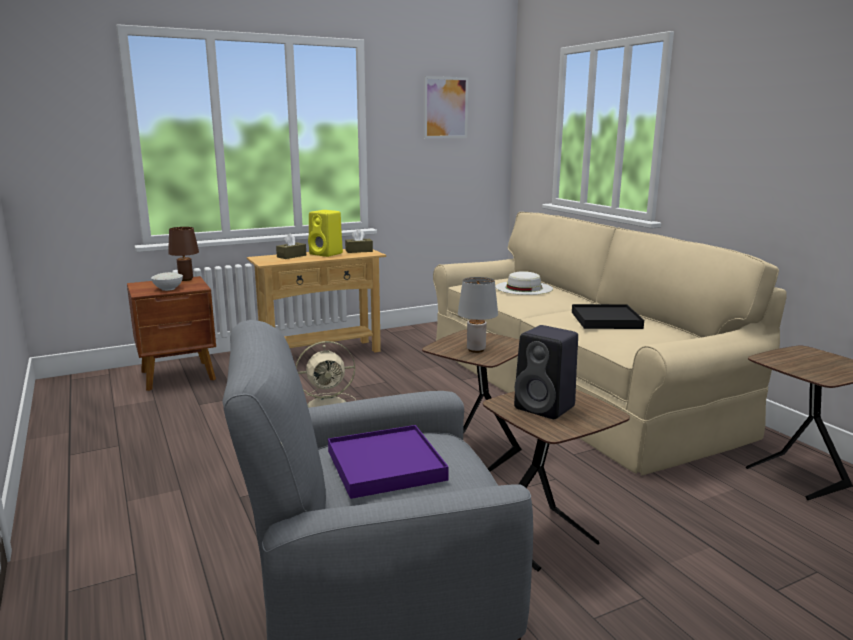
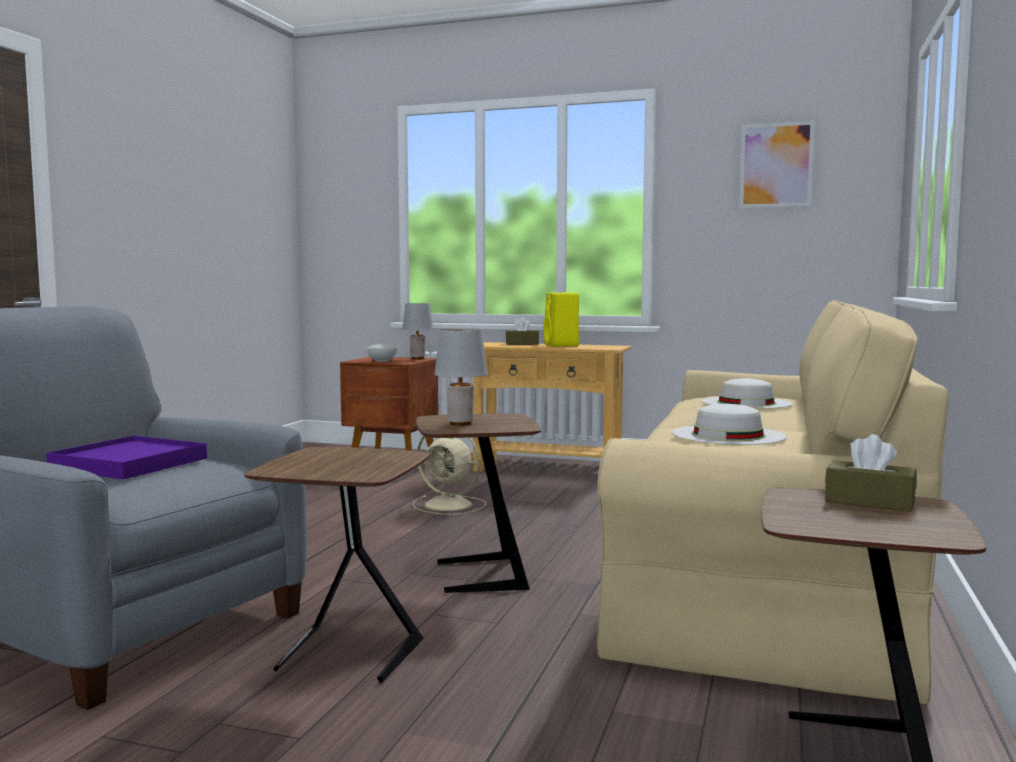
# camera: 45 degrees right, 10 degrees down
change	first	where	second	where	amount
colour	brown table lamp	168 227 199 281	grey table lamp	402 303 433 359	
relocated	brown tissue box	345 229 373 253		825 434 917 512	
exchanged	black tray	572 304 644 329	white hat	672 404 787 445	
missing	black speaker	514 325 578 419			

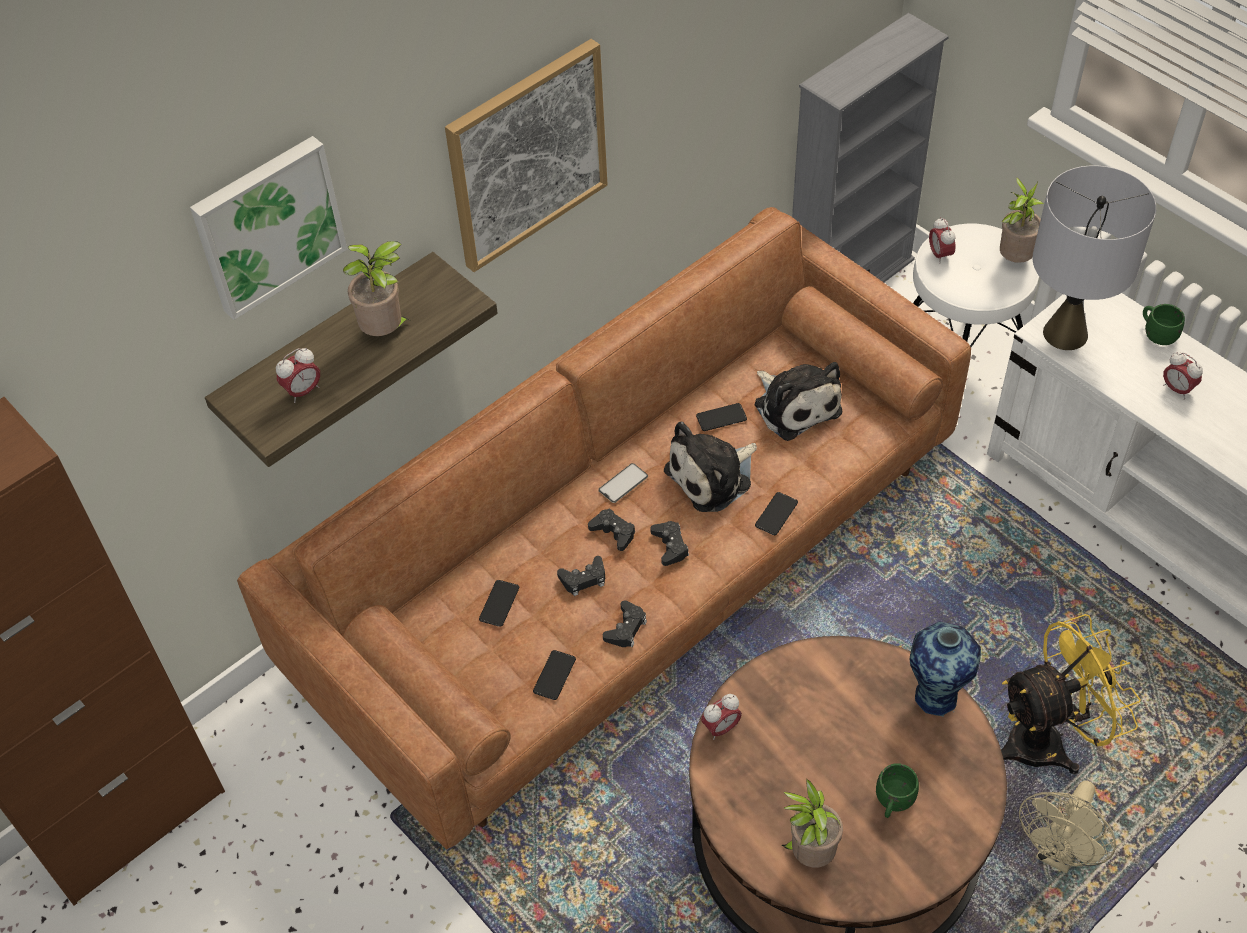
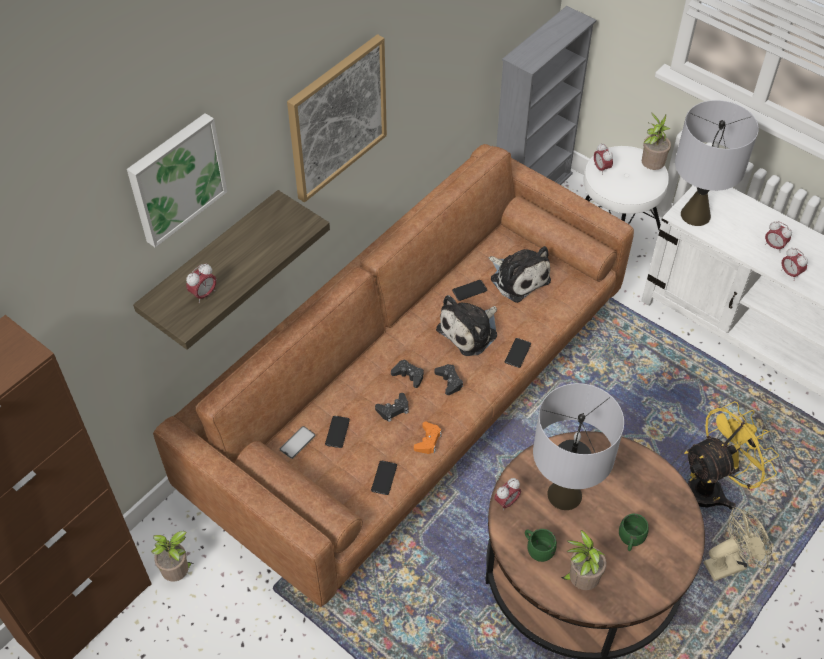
# camera: 10 degrees left, 0 degrees up
change	first	where	second	where	amount
relocated	potted plant	343 241 412 336		151 531 194 582	
relocated	green mug	1143 304 1185 345		525 529 557 562	
relocated	phone	598 463 648 503		280 426 315 459	
colour	black game controller	603 600 647 647	orange game controller	414 422 442 454	
missing	vase	910 622 981 716			
spun	beige fan	1019 780 1116 874		704 507 772 581	135 degrees counterclockwise
appeared			alarm clock	781 248 808 281	
appeared			grey table lamp	533 383 624 510	

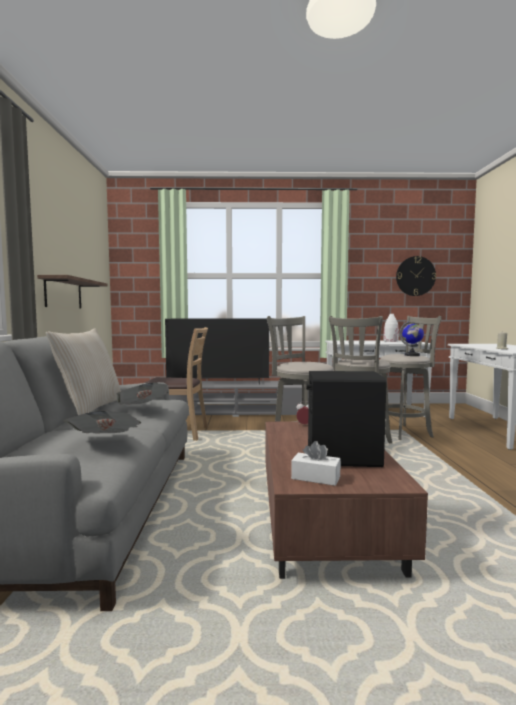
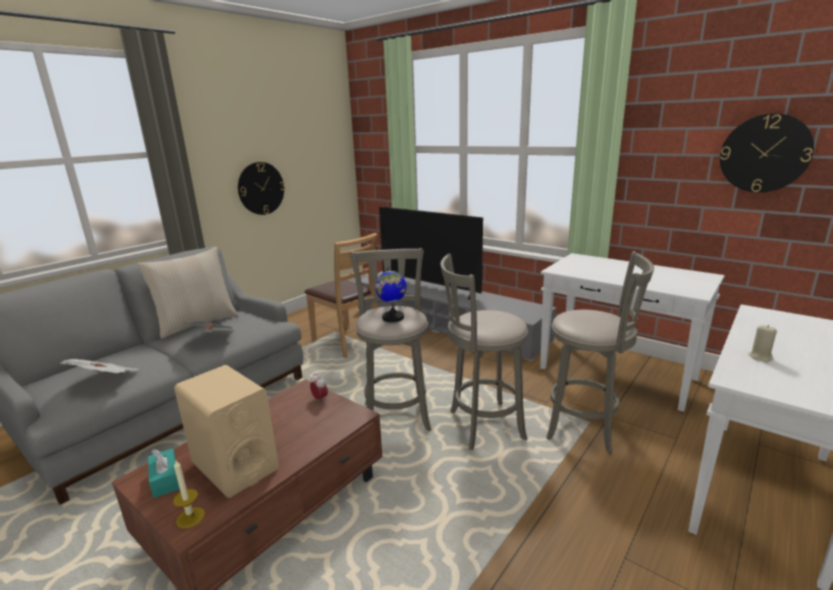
# camera: 40 degrees right, 15 degrees up
change	first	where	second	where	amount
exchanged	shelf	37 275 108 308	wall clock	238 162 285 215	
missing	white vase	383 314 399 342			
relocated	globe	399 321 424 356		375 266 407 322	
colour	black speaker	306 371 387 467	beige speaker	174 365 279 498	
colour	white tissue box	291 441 341 486	turquoise tissue box	148 448 180 498	
appeared			candle	173 459 205 529	

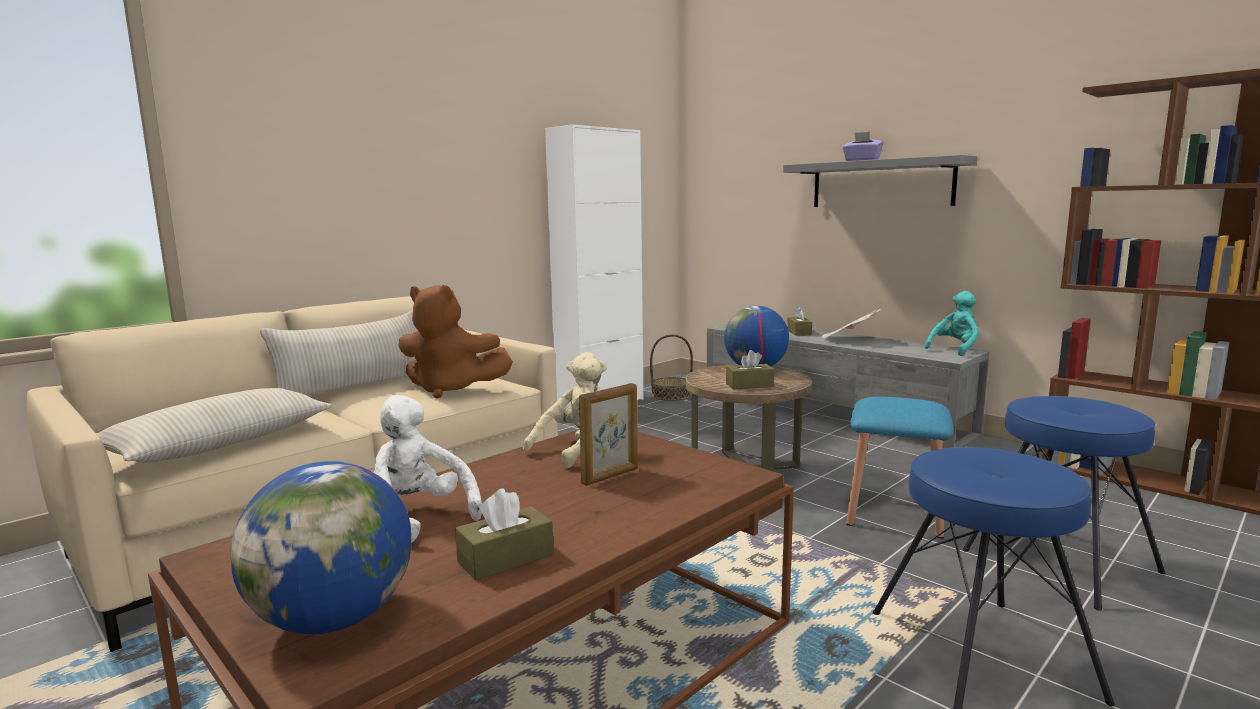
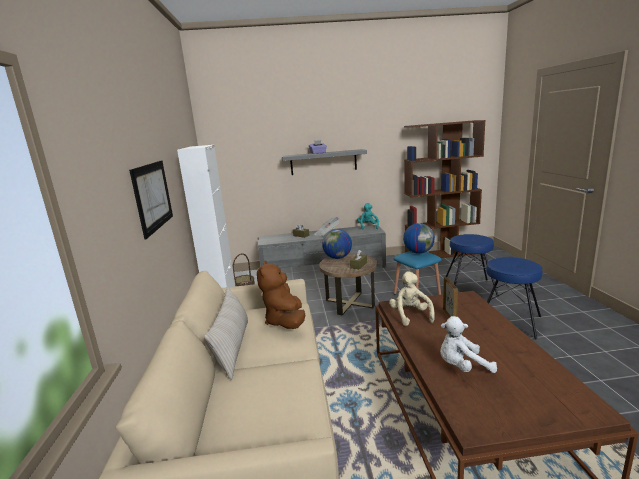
# camera: 50 degrees left, 5 degrees up
change	first	where	second	where	amount
spun	brown plush toy	399 285 513 399		257 260 305 329	120 degrees clockwise
missing	beige pillow	96 388 332 463			
relocated	globe	230 461 411 634		403 223 435 254	
missing	brown tissue box	455 488 554 580			
appeared			picture	129 160 173 240	

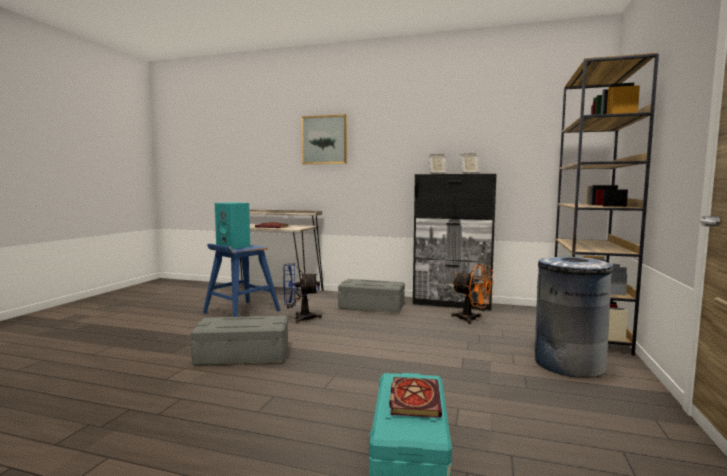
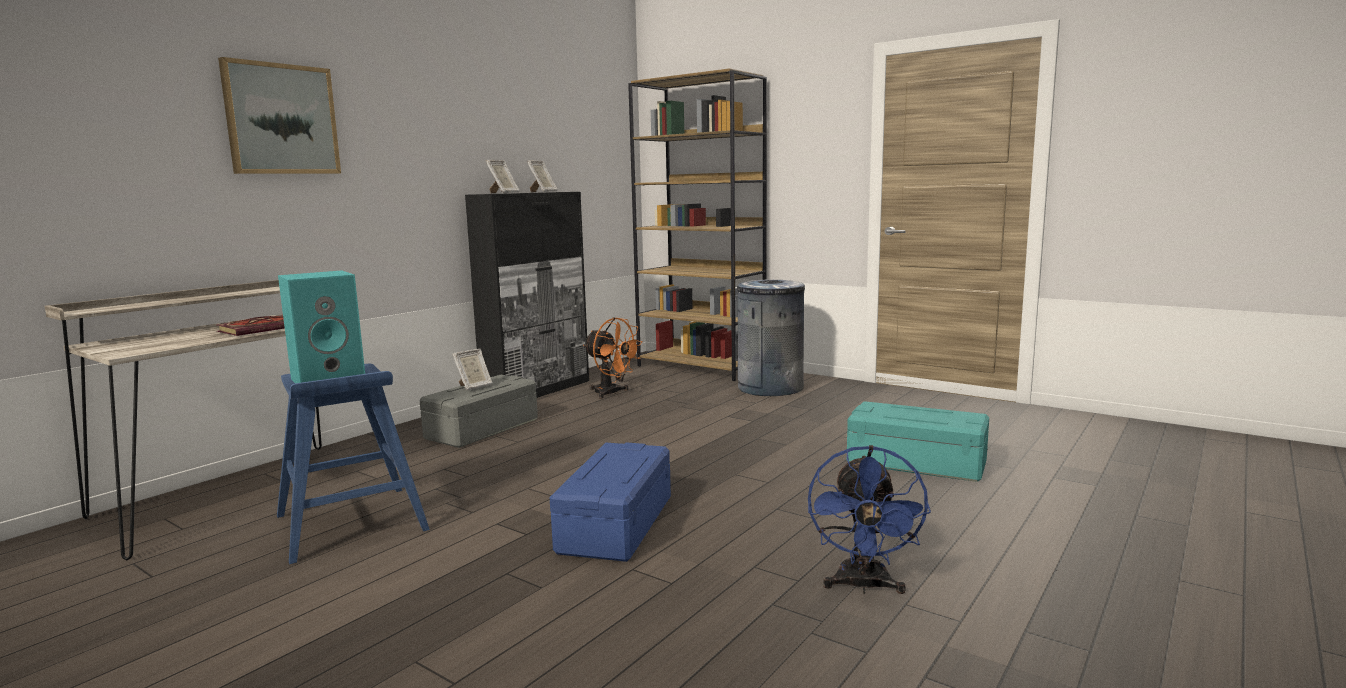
# camera: 70 degrees left, 5 degrees up
change	first	where	second	where	amount
relocated	blue fan	283 263 322 324		808 445 931 594	
spun	orange fan	451 264 494 324		583 318 643 399	75 degrees clockwise
colour	grey storage box	191 316 288 365	blue storage box	550 442 671 562	
missing	book	389 377 442 418			
appeared			picture frame	452 349 493 390	

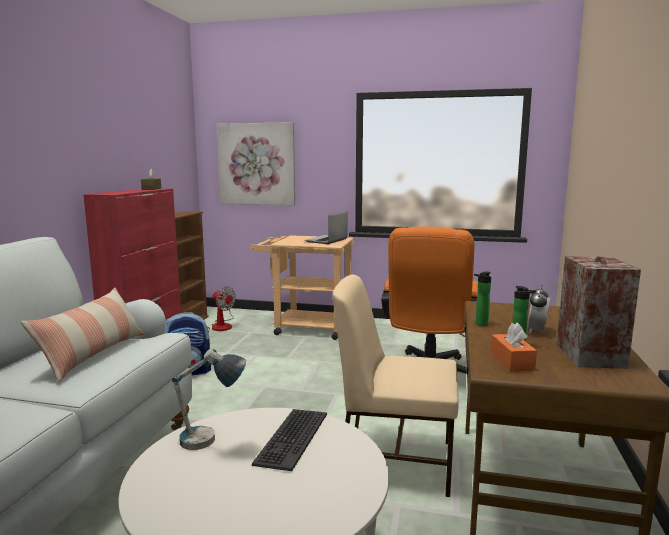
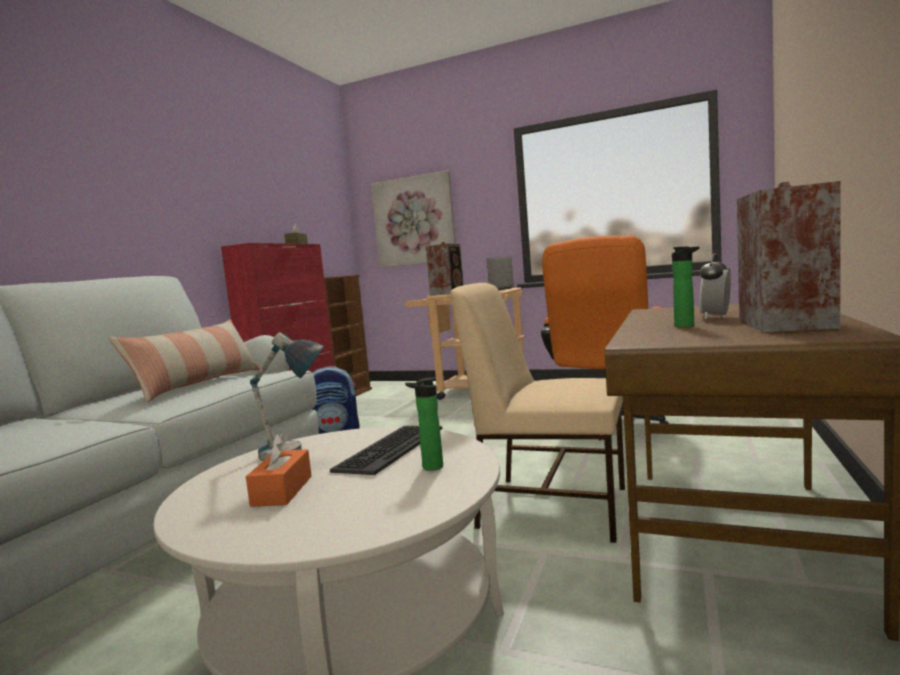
# camera: 10 degrees right, 5 degrees down
change	first	where	second	where	amount
relocated	bottle	474 272 491 326		405 378 443 471	
missing	fan	212 286 236 331			
relocated	orange tissue box	491 323 537 372		246 433 312 507	
appeared			speaker	426 242 464 296	

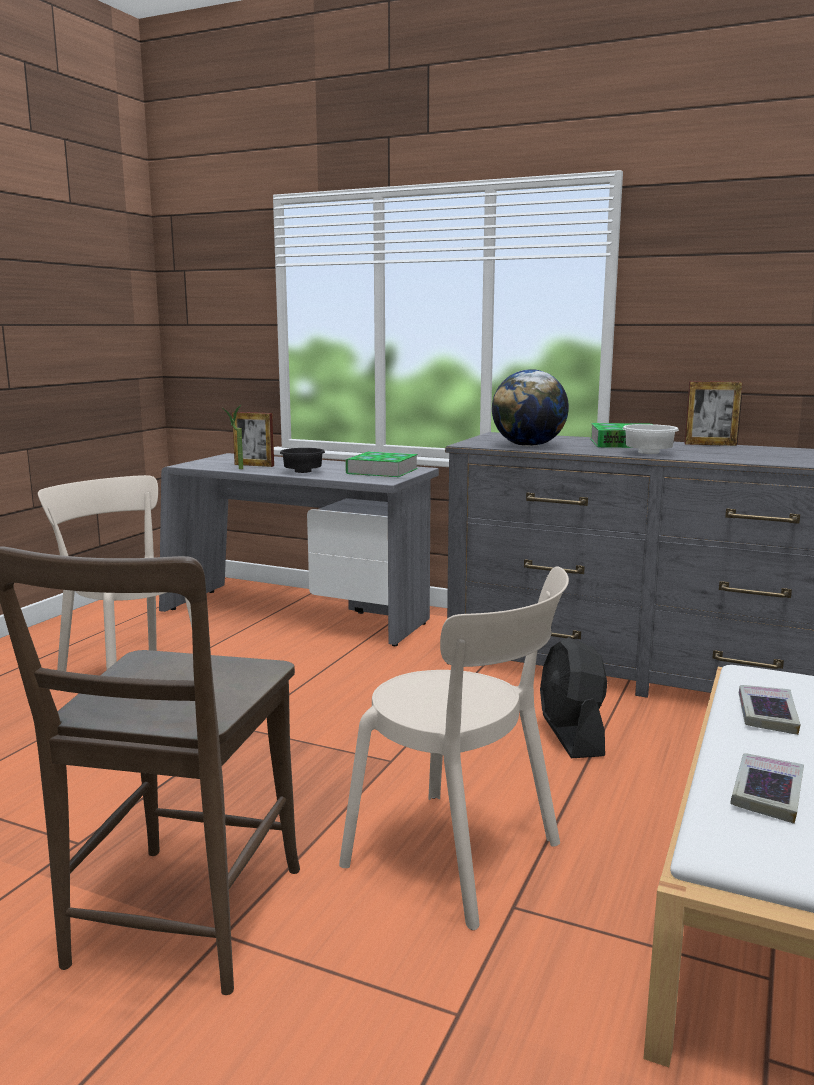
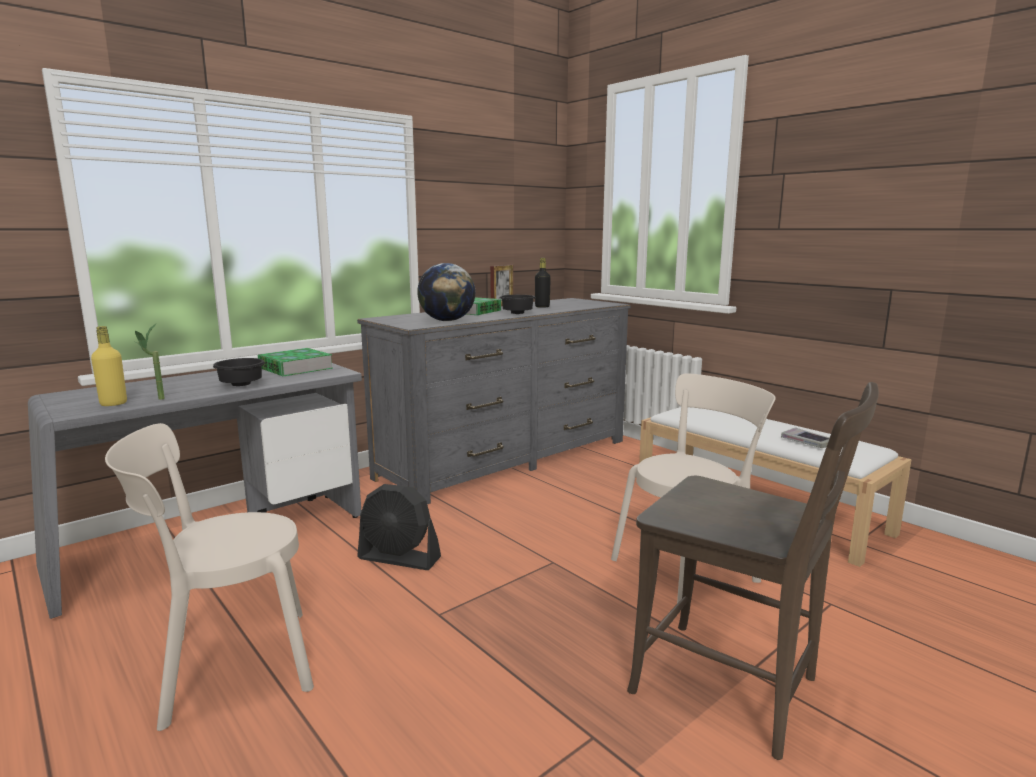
# camera: 65 degrees left, 0 degrees up
change	first	where	second	where	amount
missing	picture frame	232 412 274 467			
colour	white bowl	622 424 679 454	black bowl	500 295 535 314	
relocated	black fan	540 637 607 758		357 484 441 570	
missing	book	738 685 801 735			
appeared			black bottle	535 258 551 308	
appeared			yellow bottle	91 326 127 406	

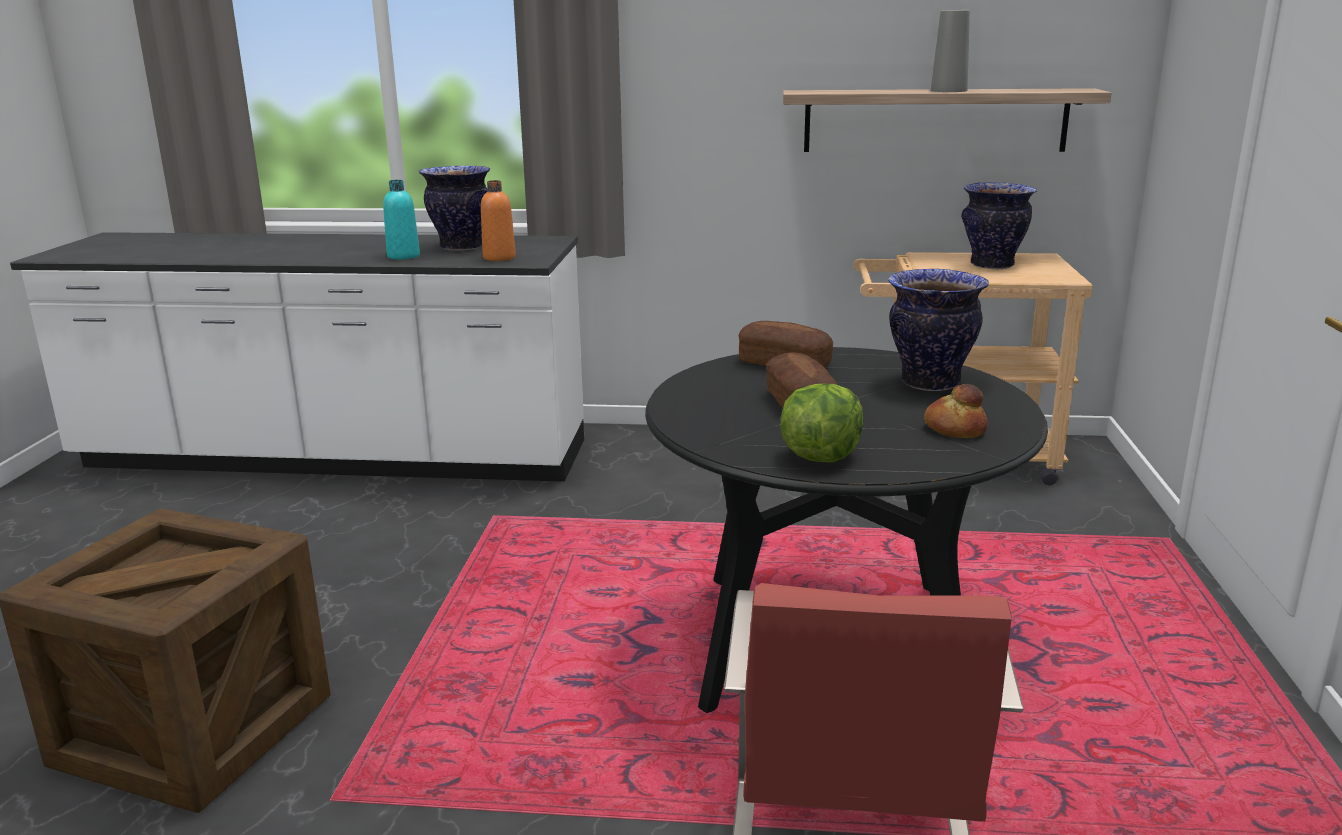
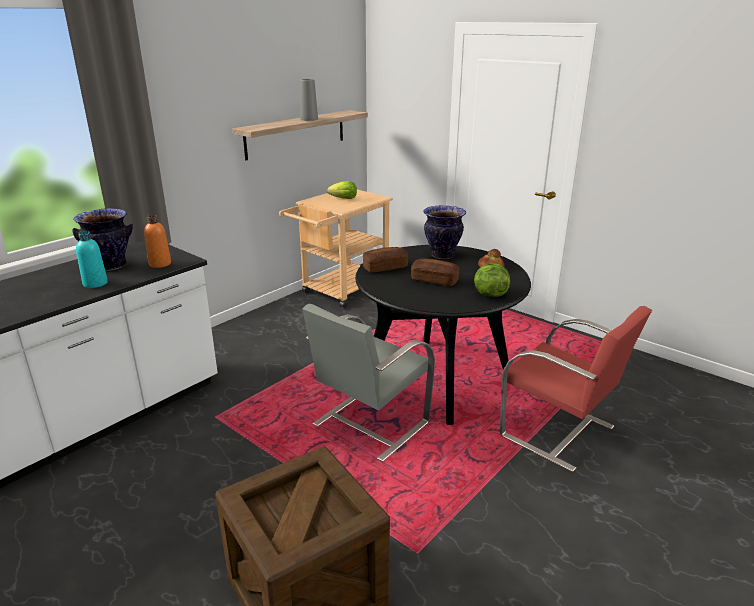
# camera: 55 degrees left, 5 degrees up
change	first	where	second	where	amount
exchanged	vase	962 182 1037 269	lettuce	327 181 357 199	
appeared			grey chair	302 304 435 461	

